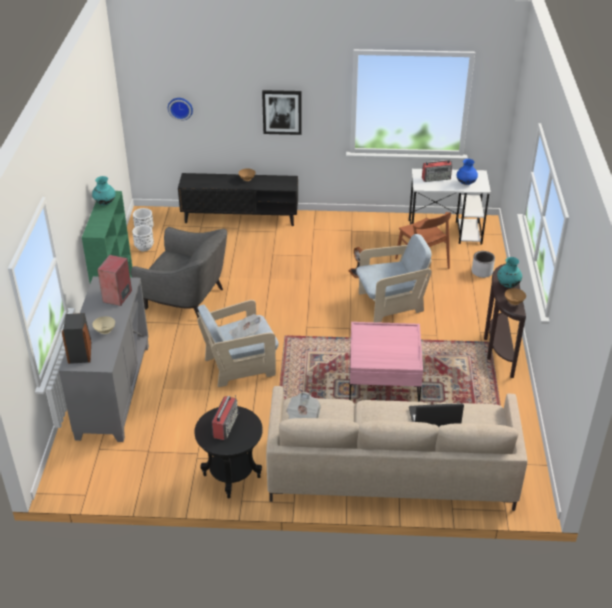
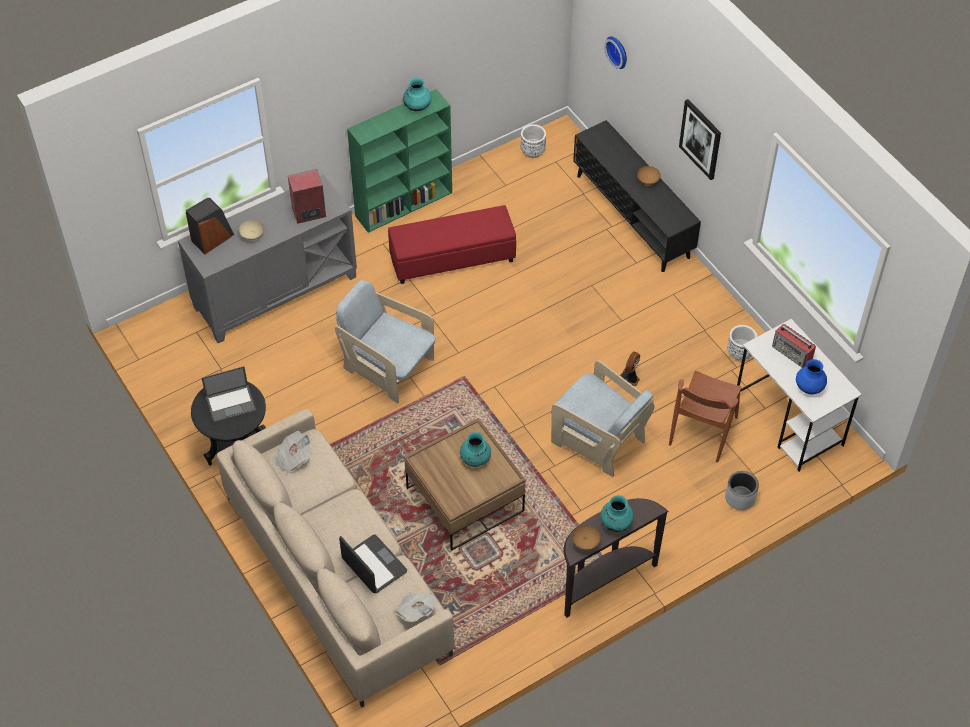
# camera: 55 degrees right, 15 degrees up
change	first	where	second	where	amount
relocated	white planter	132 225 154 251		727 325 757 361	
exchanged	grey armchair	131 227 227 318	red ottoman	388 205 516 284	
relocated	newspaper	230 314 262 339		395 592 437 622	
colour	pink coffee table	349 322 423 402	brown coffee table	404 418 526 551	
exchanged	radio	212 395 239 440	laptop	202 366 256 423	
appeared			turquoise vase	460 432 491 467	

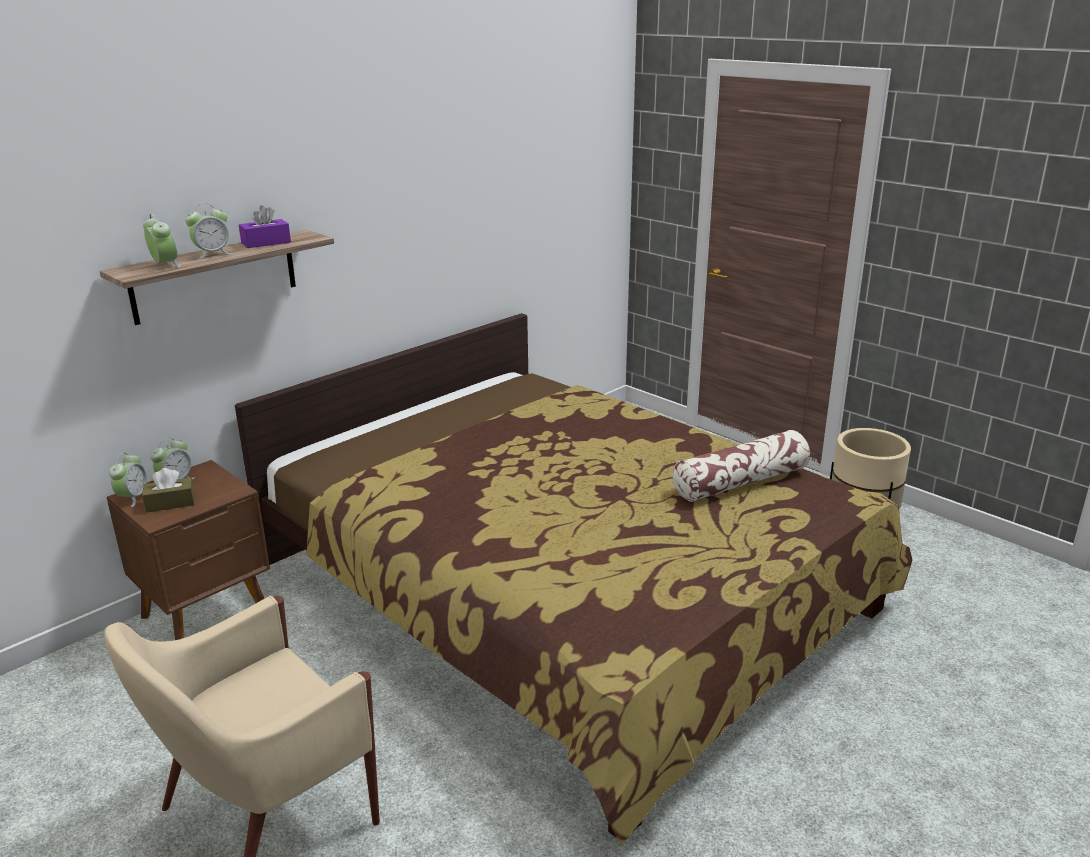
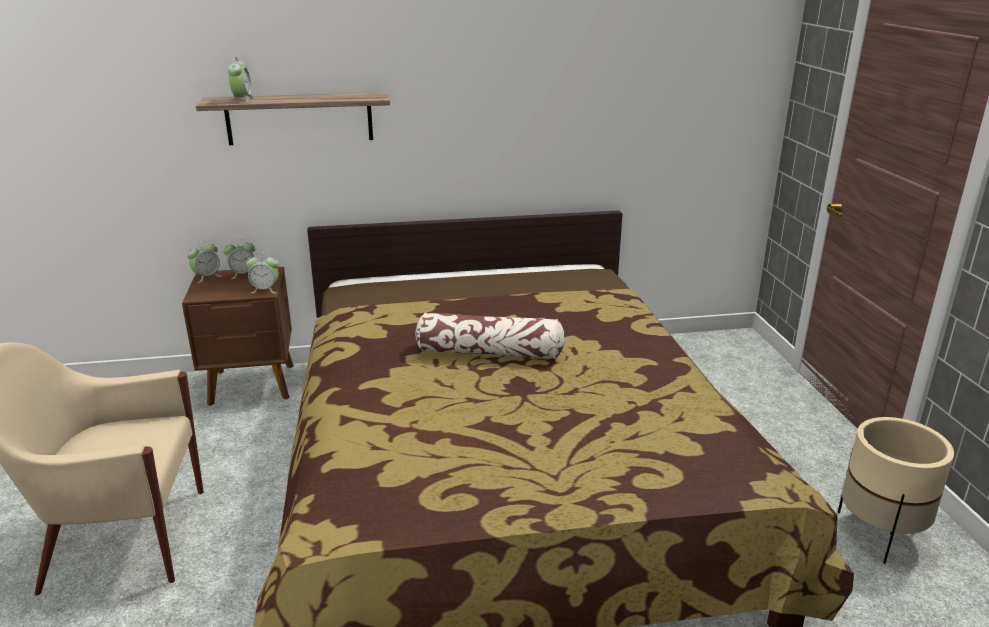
# camera: 35 degrees right, 0 degrees up
change	first	where	second	where	amount
relocated	alarm clock	185 204 232 259		246 252 279 294	
missing	purple tissue box	239 205 291 248			
relocated	pillow	673 430 810 502		415 312 565 359	
missing	brown tissue box	142 468 195 513			

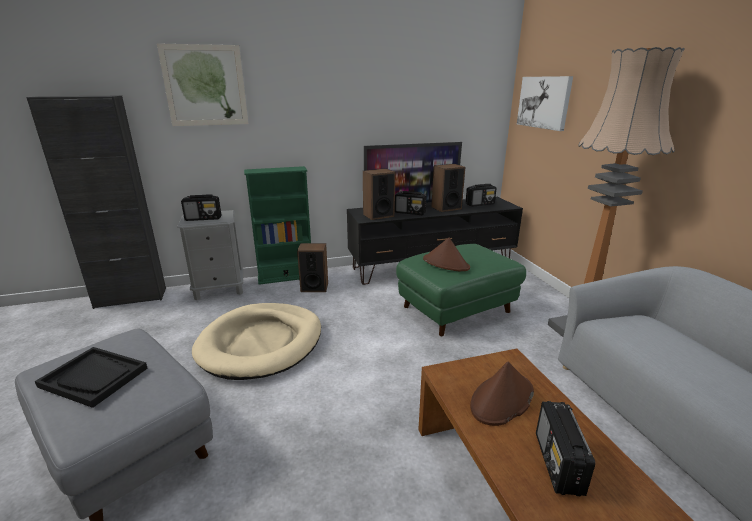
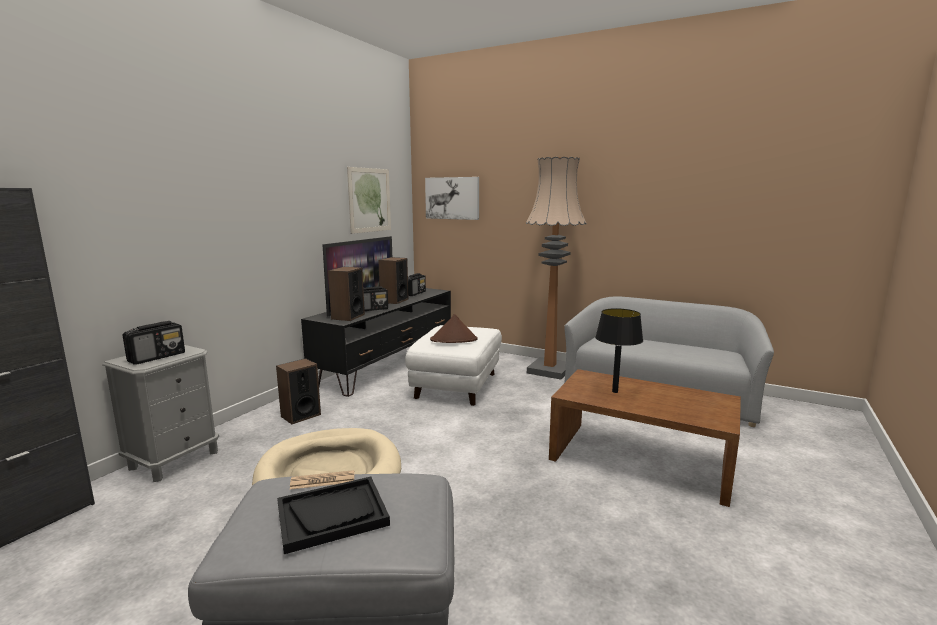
# camera: 45 degrees left, 10 degrees down
change	first	where	second	where	amount
relocated	picture	157 43 248 126		347 167 391 234	
missing	green bookcase	244 166 311 285			
colour	green ottoman	396 244 526 336	white ottoman	405 325 502 406	
exchanged	brown hat	470 361 534 426	black table lamp	595 308 643 393	
missing	radio	536 401 596 496			
appeared			newspaper	290 470 354 489	

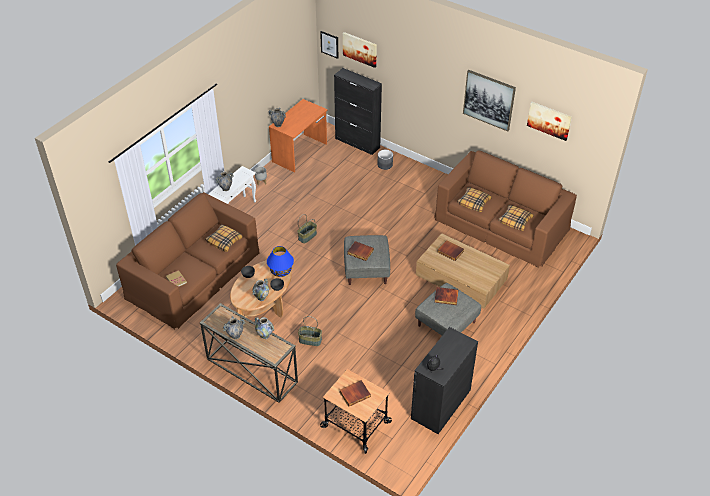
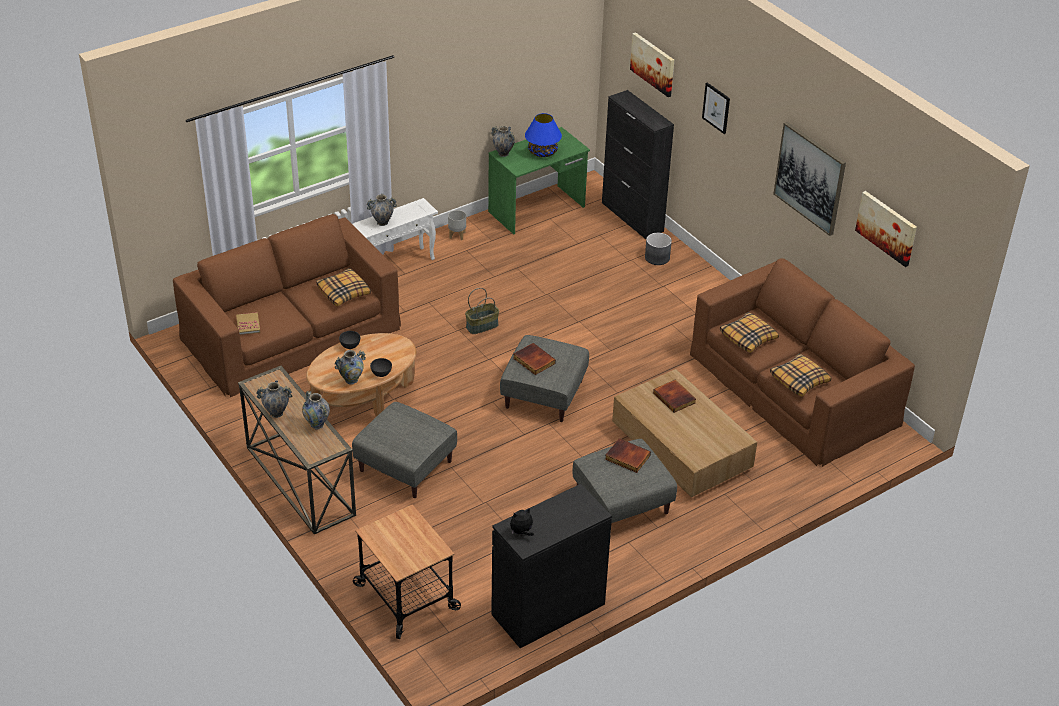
# camera: 20 degrees right, 5 degrees down
change	first	where	second	where	amount
relocated	picture	320 31 338 59		702 83 730 134	
colour	orange desk	269 99 328 173	green desk	488 127 590 235	
relocated	blue table lamp	267 246 294 277		525 113 562 157	
exchanged	basket	298 316 322 346	grey ottoman	352 402 457 498	
missing	book	340 380 371 406			

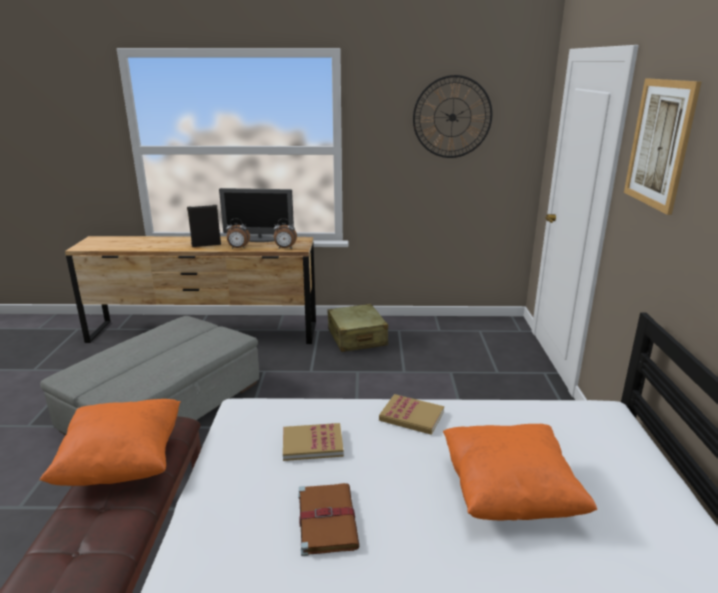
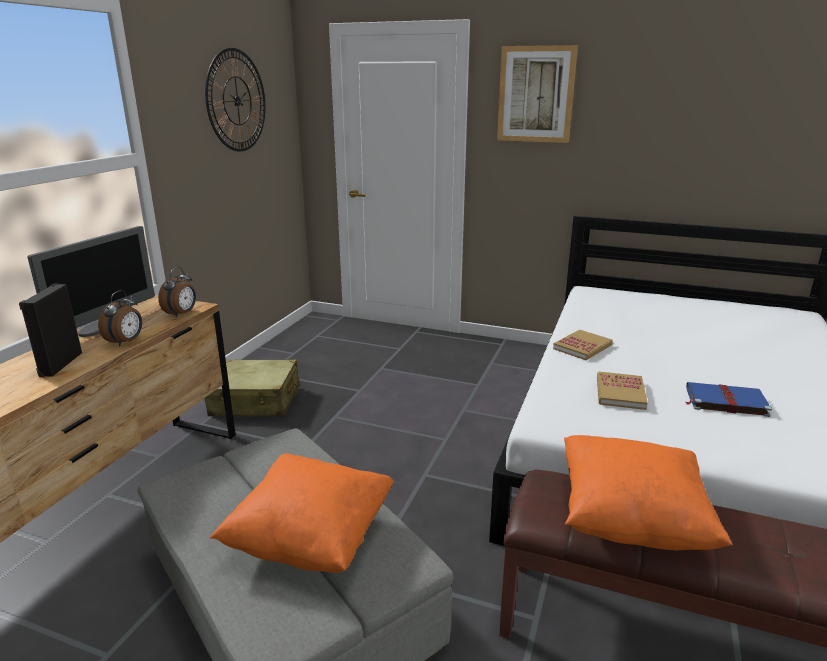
# camera: 70 degrees left, 0 degrees up
change	first	where	second	where	amount
relocated	orange pillow	443 424 597 520		210 454 394 573	
colour	brown book	298 483 359 556	blue book	686 382 772 417	

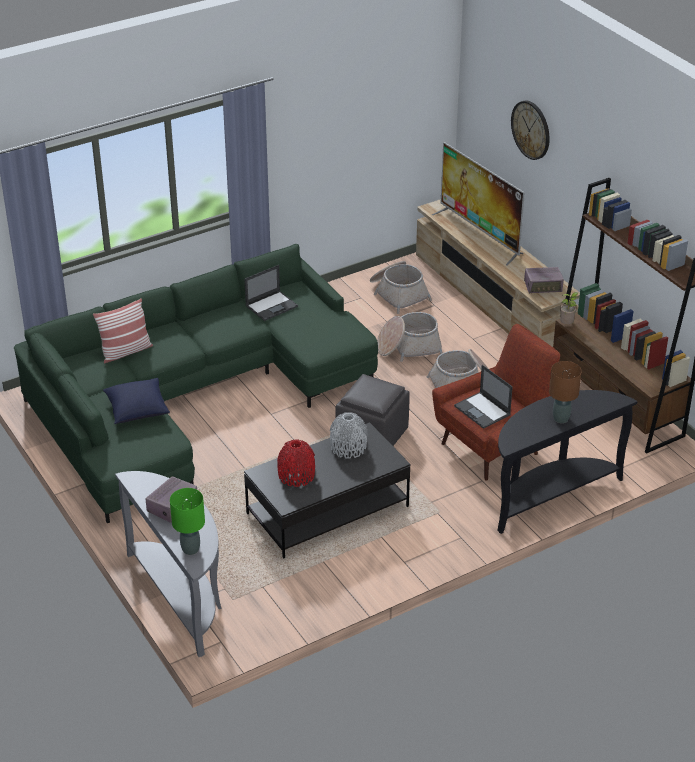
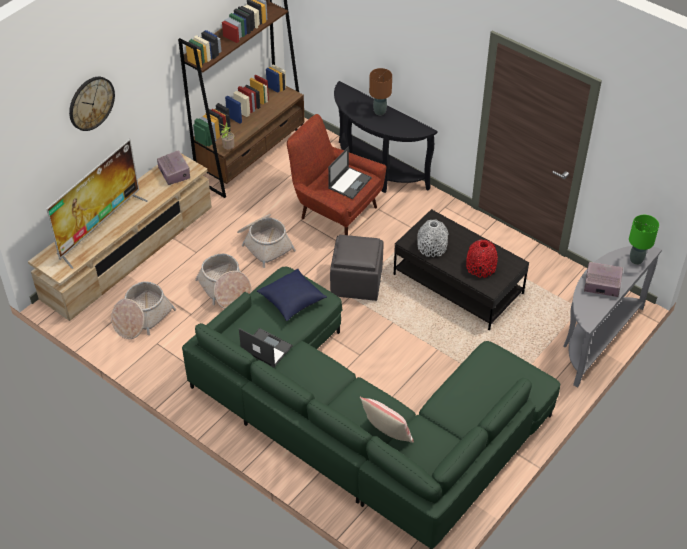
# camera: 110 degrees left, 10 degrees up
change	first	where	second	where	amount
relocated	blue pillow	103 378 170 424		257 269 327 321	

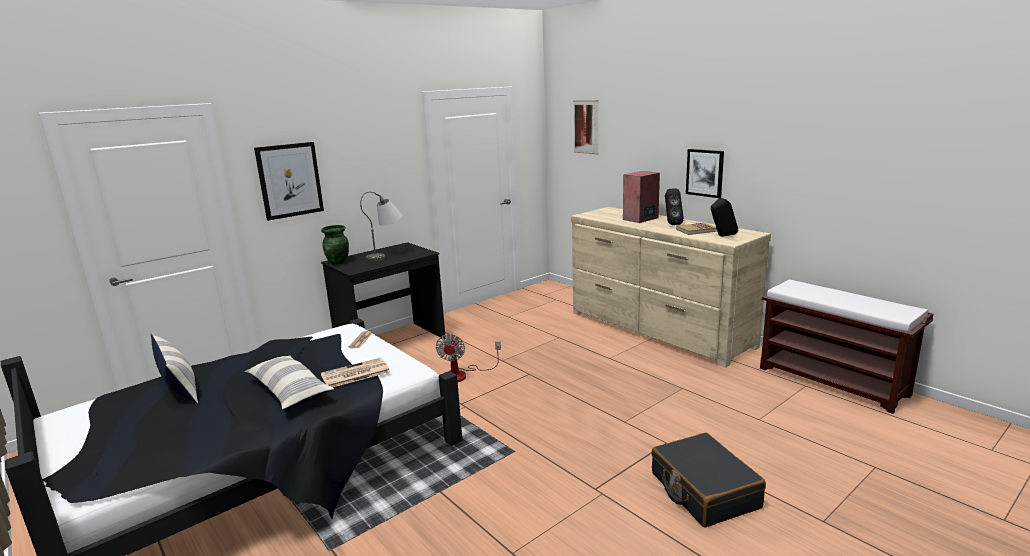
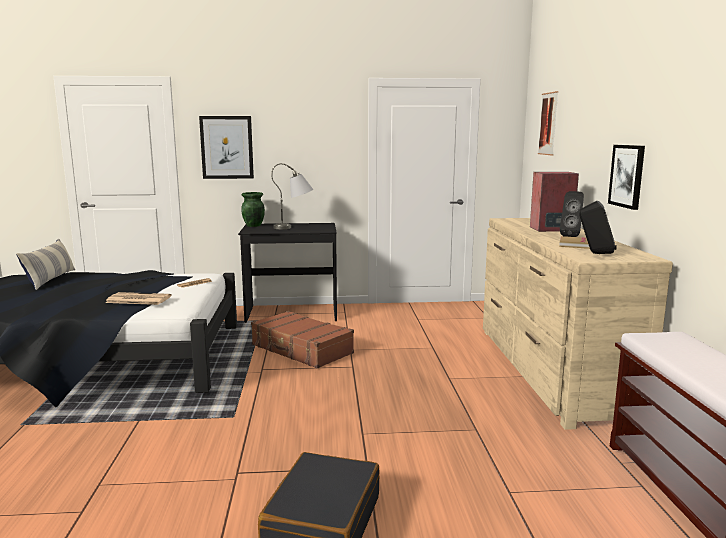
# camera: 35 degrees right, 5 degrees down
change	first	where	second	where	amount
exchanged	fan	436 334 501 382	brown suitcase	251 311 354 368	
missing	pillow	245 355 334 410			

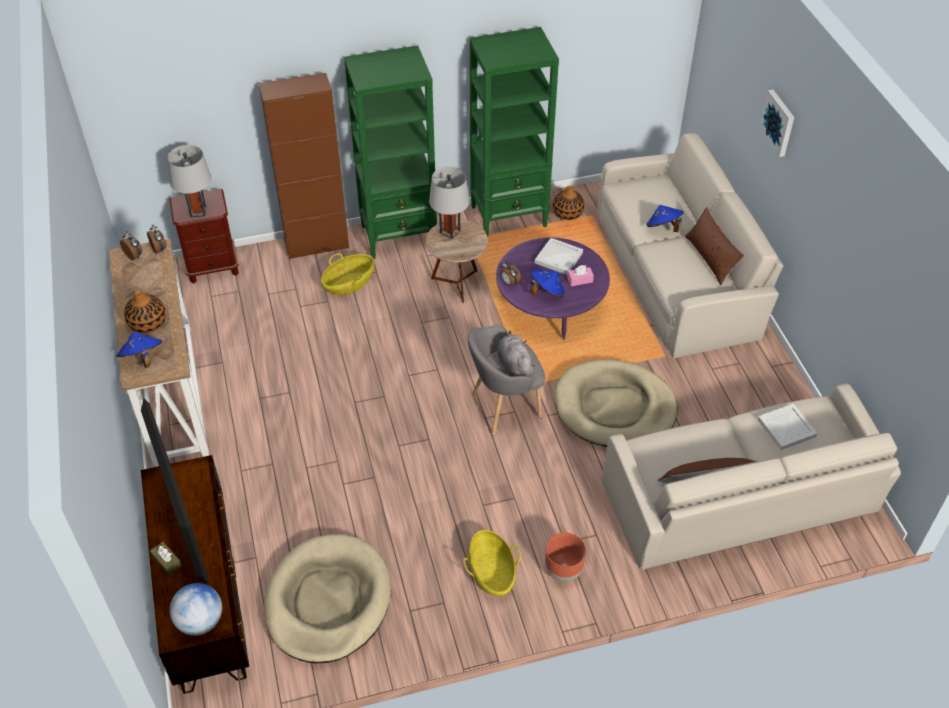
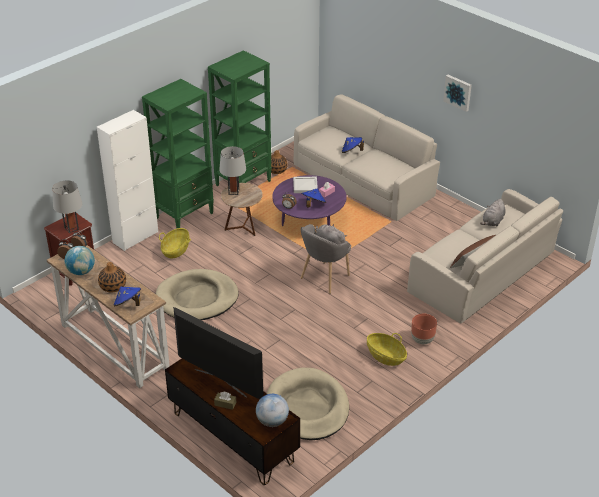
# camera: 30 degrees left, 10 degrees down
change	first	where	second	where	amount
colour	brown cabinet	259 73 349 259	white cabinet	97 110 158 251	
relocated	picture	759 90 794 157		443 75 471 112	
missing	brown pillow	685 207 744 285			
relocated	beige dog bed	555 359 678 447		156 269 239 320	
exchanged	white tray	758 403 817 450	grey plush toy	480 199 506 226	
appeared			globe	65 246 95 275	

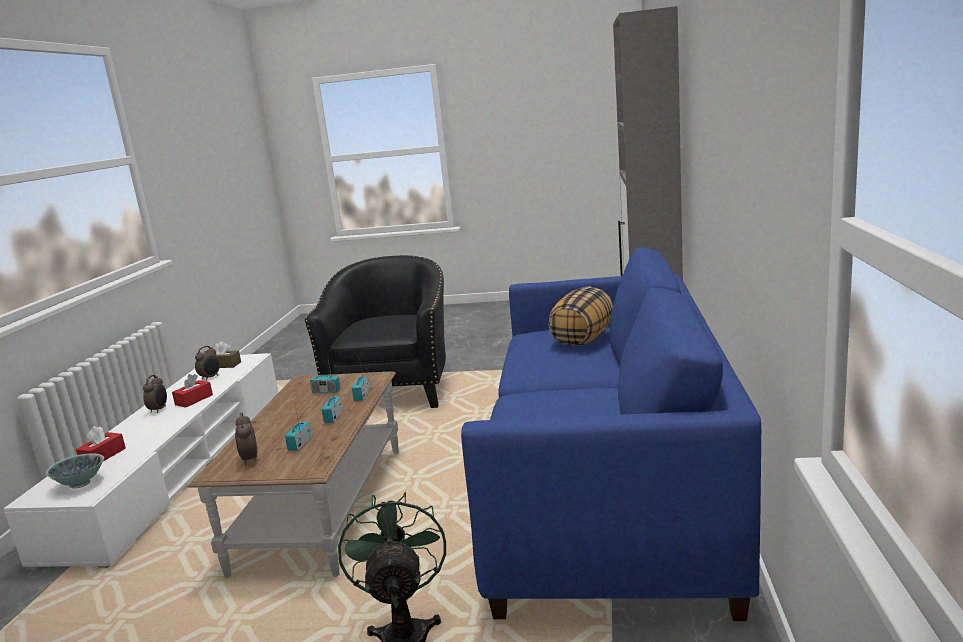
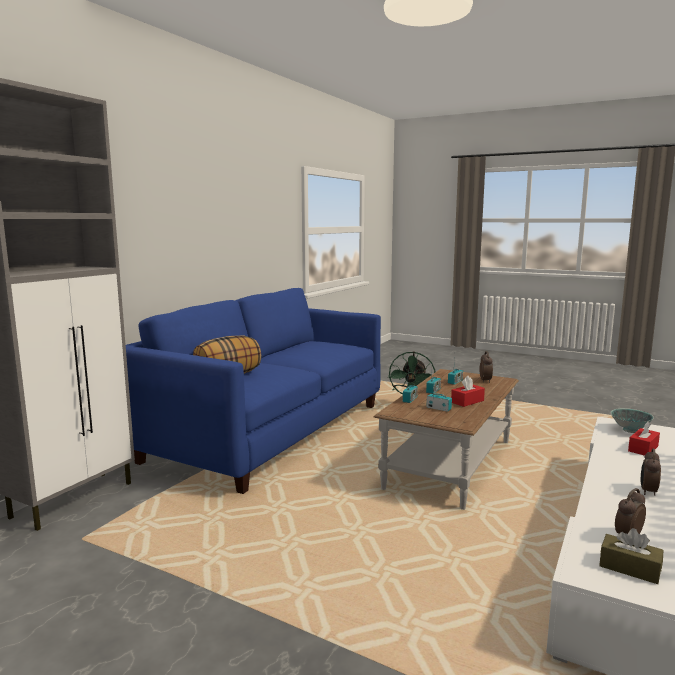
# camera: 160 degrees left, 5 degrees down
change	first	where	second	where	amount
missing	black armchair	305 255 446 408			
relocated	red tissue box	172 374 213 407		451 376 485 407	

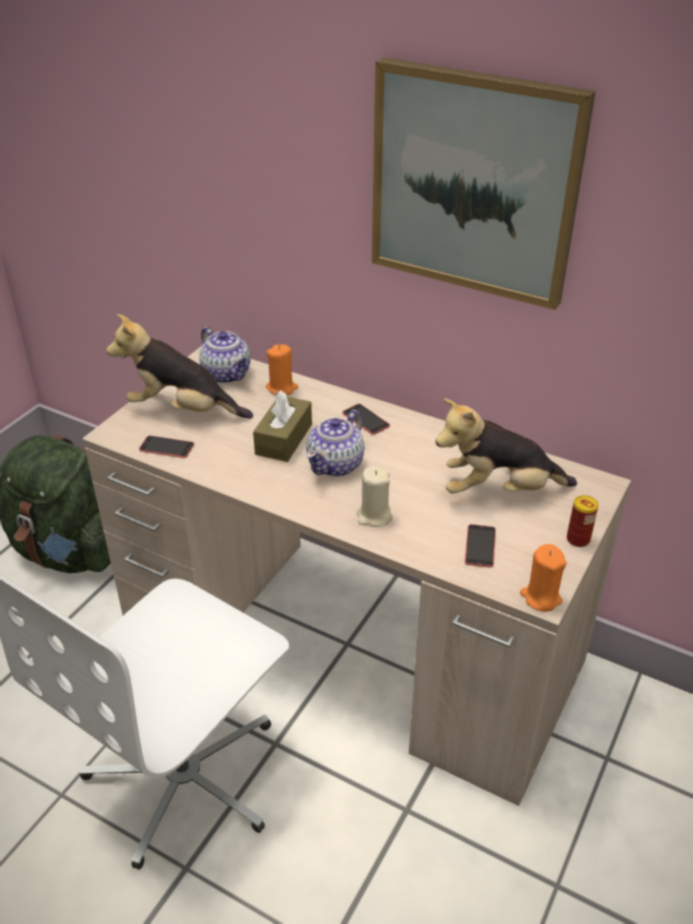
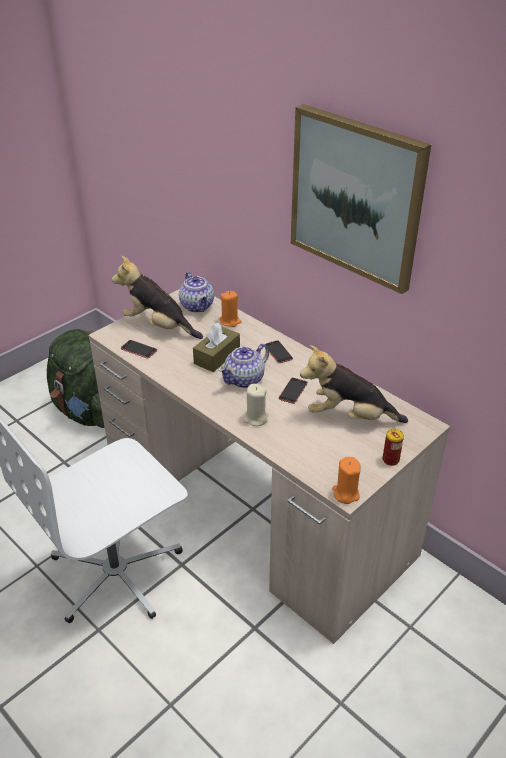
# camera: 15 degrees right, 0 degrees up
change	first	where	second	where	amount
relocated	phone	465 524 496 568		278 378 308 404	

